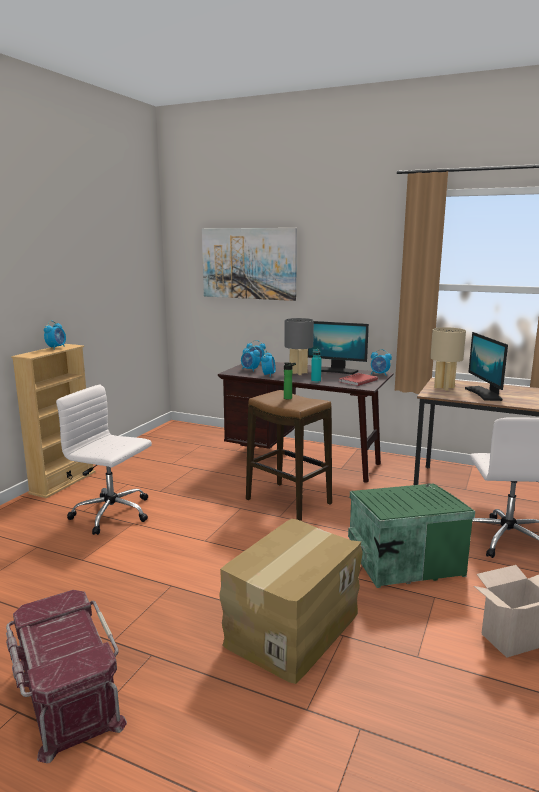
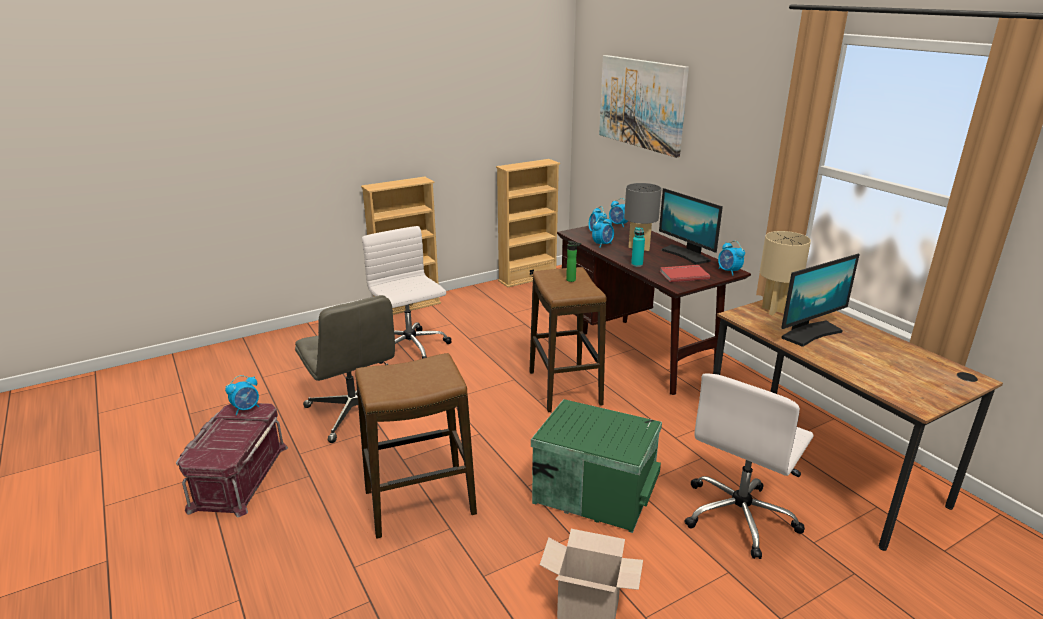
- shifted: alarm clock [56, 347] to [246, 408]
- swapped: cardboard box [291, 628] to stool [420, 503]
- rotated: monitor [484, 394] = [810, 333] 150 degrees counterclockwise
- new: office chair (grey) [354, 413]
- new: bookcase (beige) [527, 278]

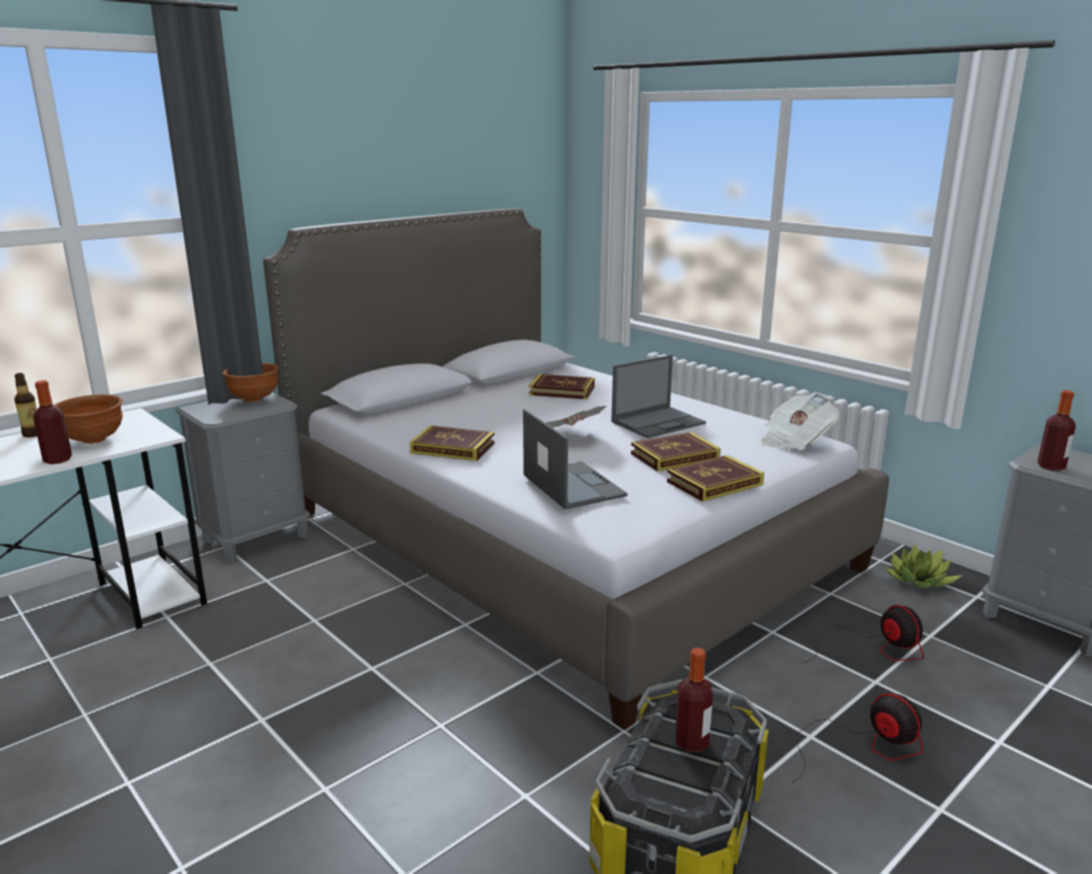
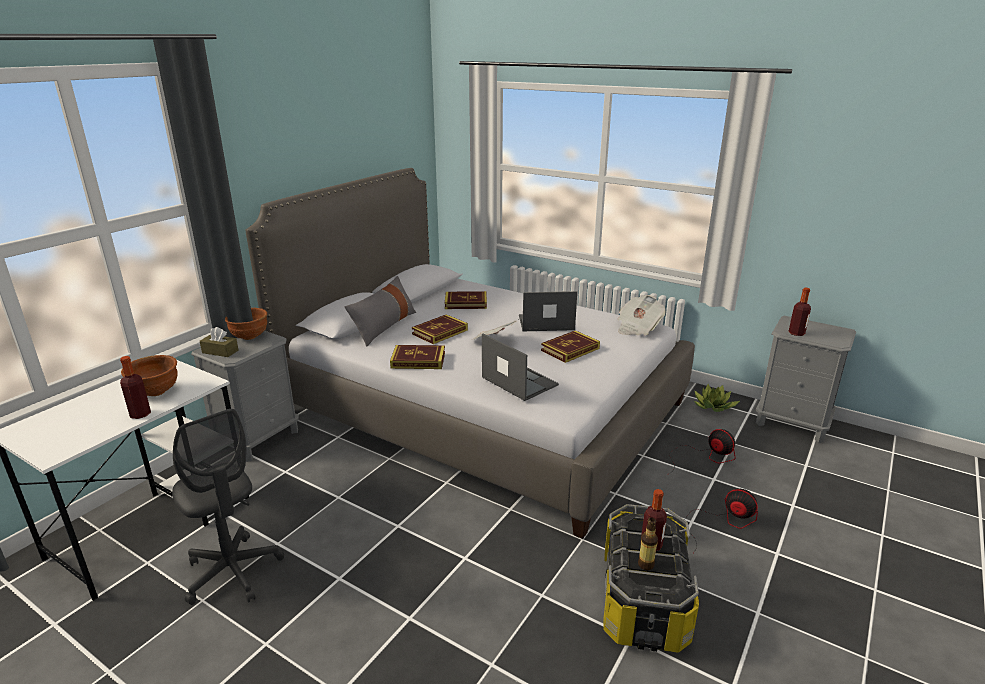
- shifted: bottle [32, 434] to [646, 564]
- rotated: laptop [658, 422] = [545, 323] 135 degrees counterclockwise
- shifted: book [714, 483] to [440, 332]
- new: office chair (grey) [233, 572]
- new: tissue box (brown) [220, 351]
- new: pillow (grey) [384, 326]

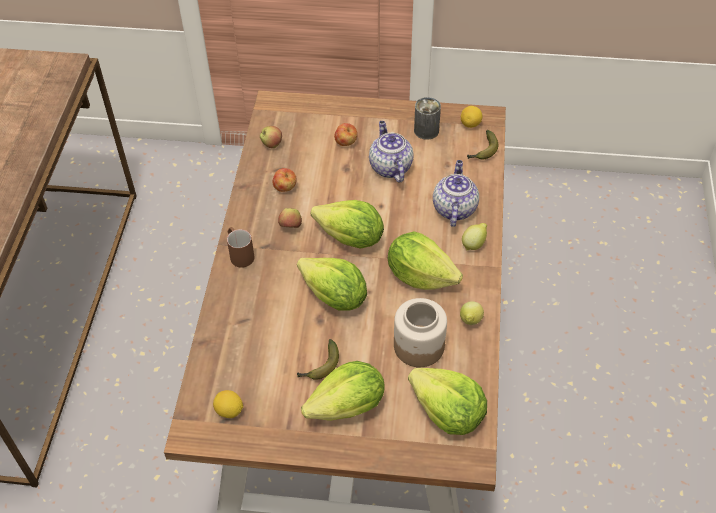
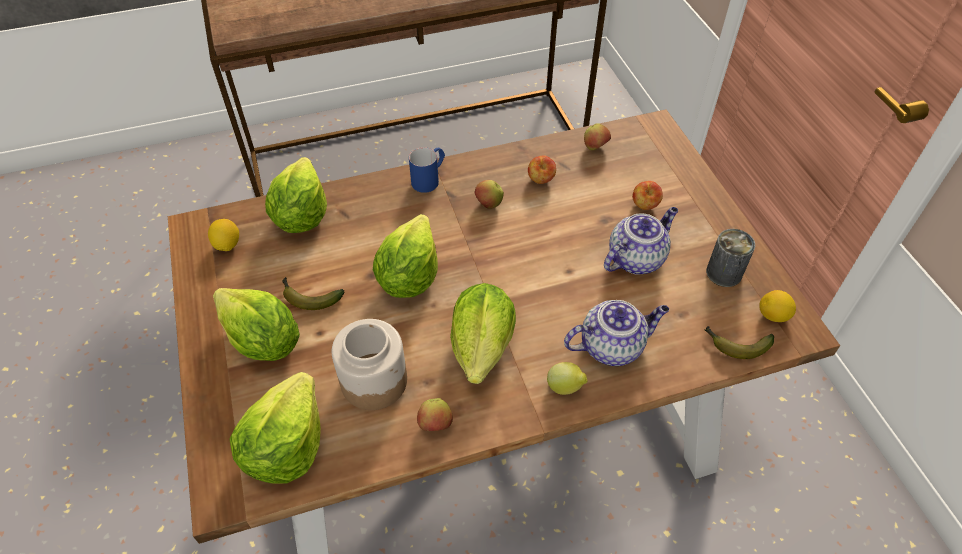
- repainted: mug (brown) [239, 253] to mug (blue) [429, 179]
- shifted: lettuce [351, 239] to [301, 216]
- swapped: lemon [470, 322] to apple [435, 425]

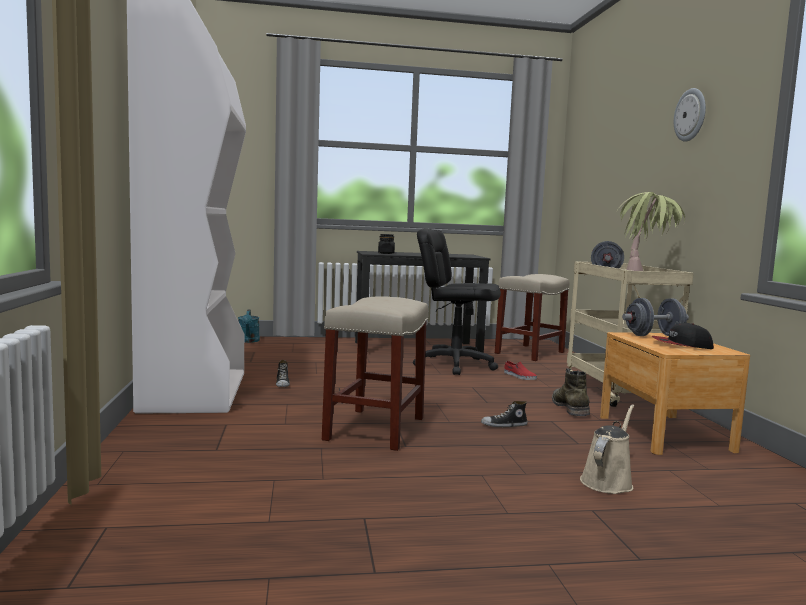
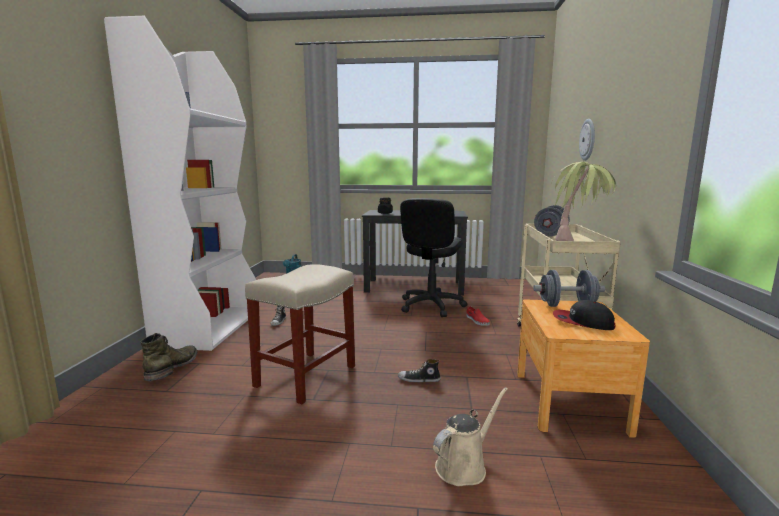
- rotated: office chair (black) [455, 365] = [431, 306] 105 degrees counterclockwise
- gone: stool (beige) [529, 353]
- shifted: boot (green) [570, 408] to [173, 367]
- shifted: wall clock [690, 115] to [588, 139]

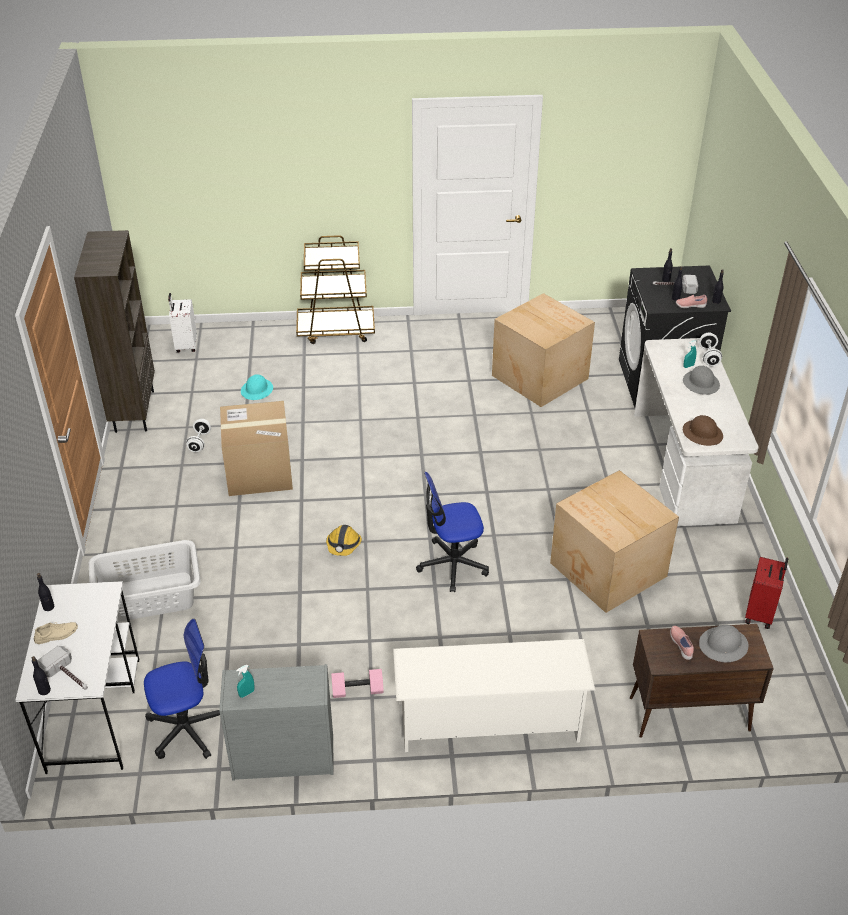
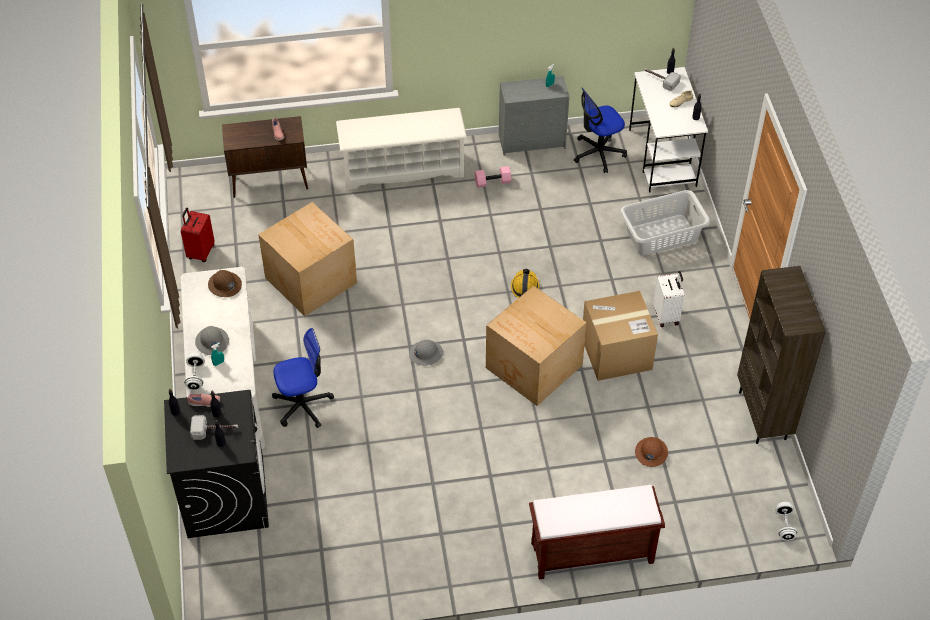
- shifted: suitcase (white) [185, 346] to [666, 315]
- shifted: dumbbell (white) [199, 442] to [784, 525]
- repainted: hard hat (turquoise) [257, 390] to hard hat (brown) [651, 452]
- swapped: cart (brown) [336, 330] to bench (brown) [591, 553]
- shifted: office chair [452, 564] to [302, 405]
- shifted: cardboard box [540, 376] to [534, 368]
- shifted: hard hat (grey) [723, 645] to [425, 353]

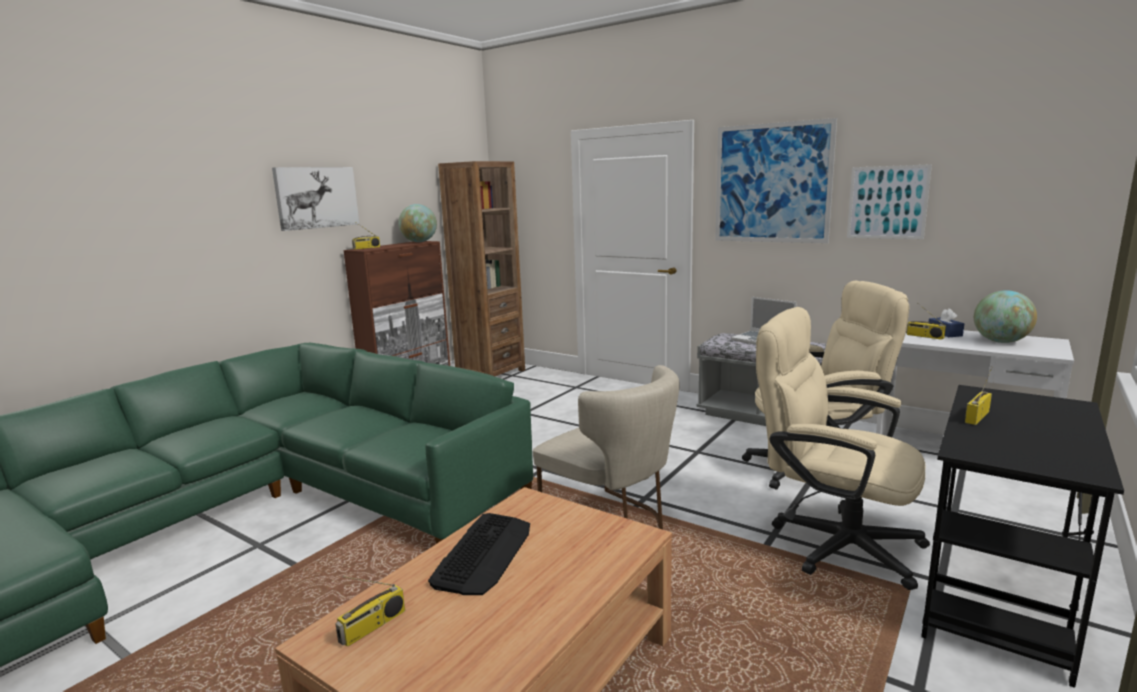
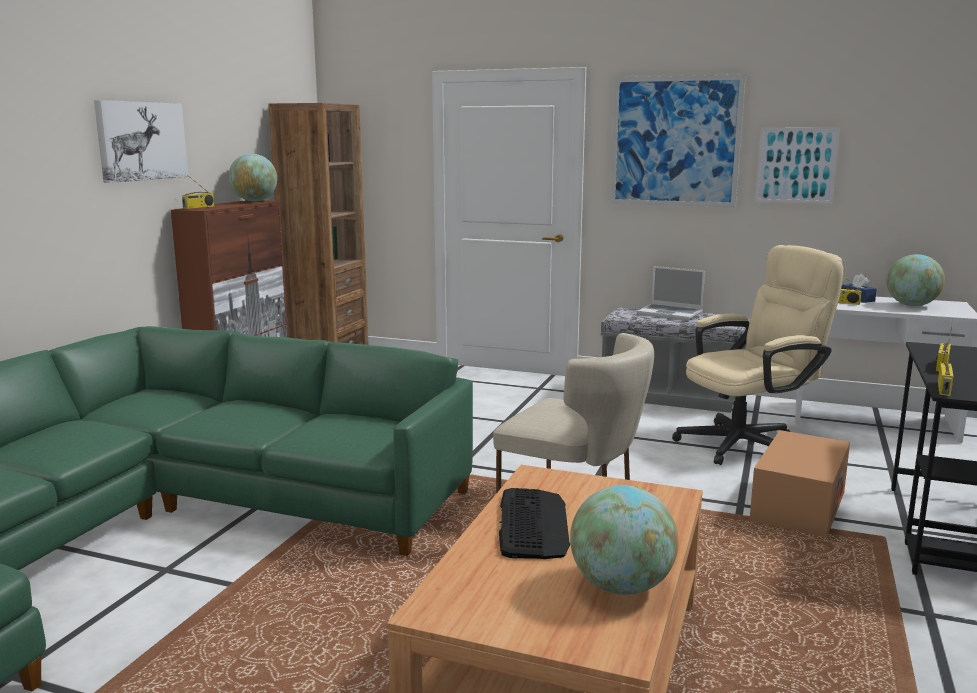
- shifted: radio [372, 627] to [944, 389]
- swapped: office chair (beige) [832, 542] to cardboard box [798, 506]
- new: globe [621, 586]

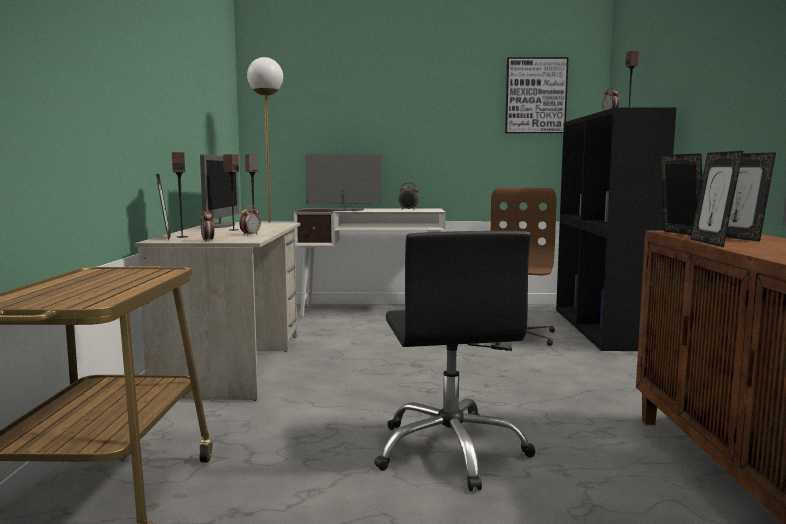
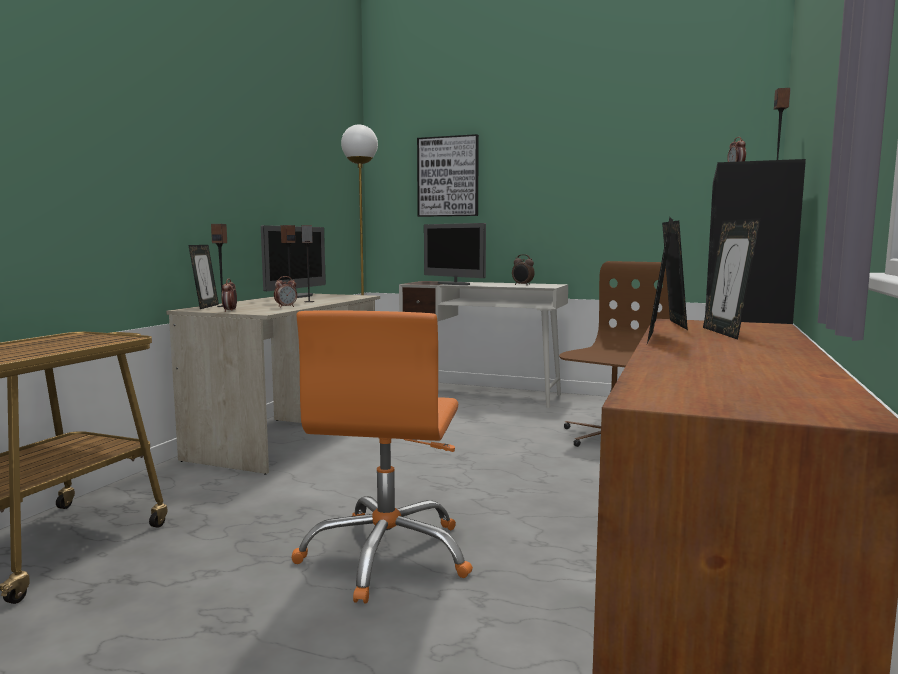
- rotated: monitor [345, 210] = [453, 284] 135 degrees counterclockwise
- repainted: office chair (black) [451, 451] to office chair (orange) [387, 555]
- shifted: picture [535, 96] to [448, 176]

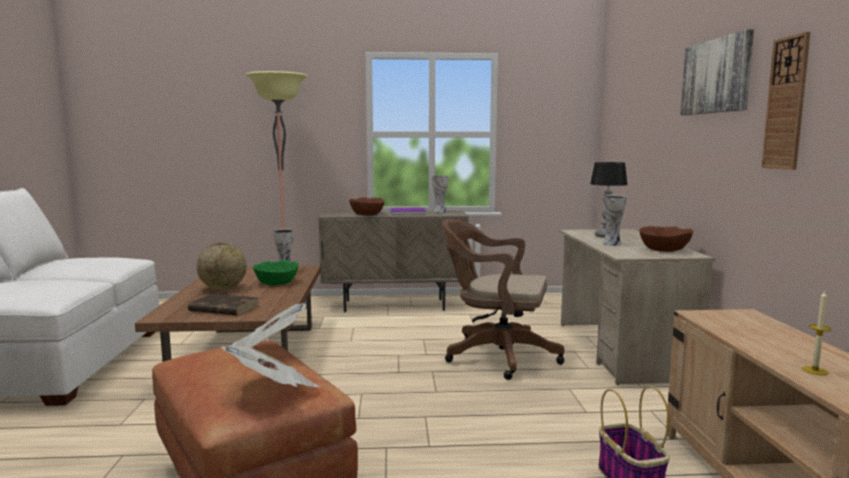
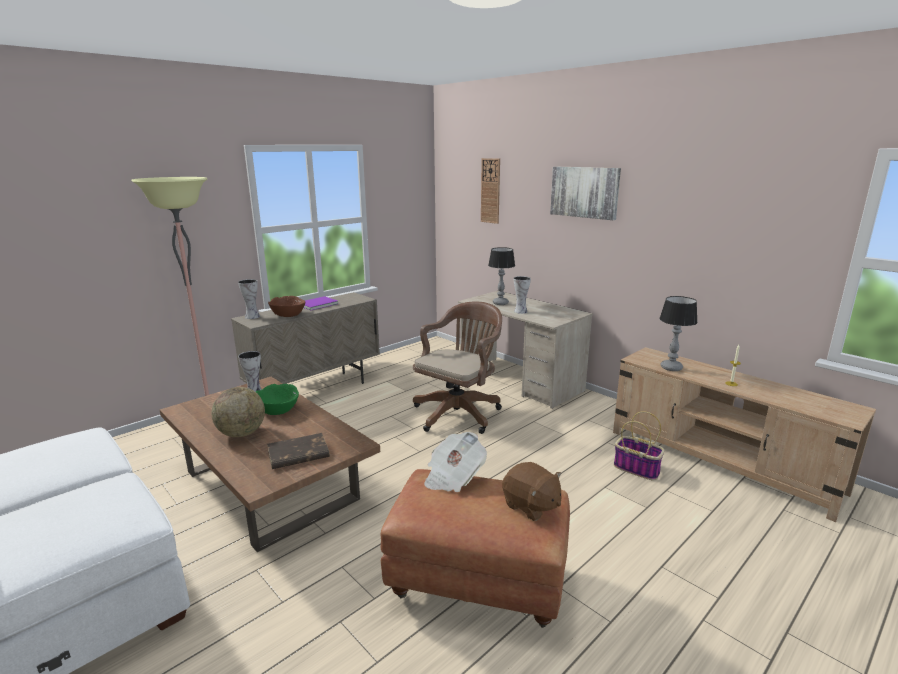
- swapped: newspaper [273, 389] to plush toy (brown) [531, 506]
- shifted: vase [439, 211] to [252, 316]
- rotated: office chair (brown) [496, 356] = [459, 412] 150 degrees clockwise
- gone: bowl (brown) [664, 250]
- shifted: wall clock [786, 103] to [490, 191]
- new: table lamp [671, 368]

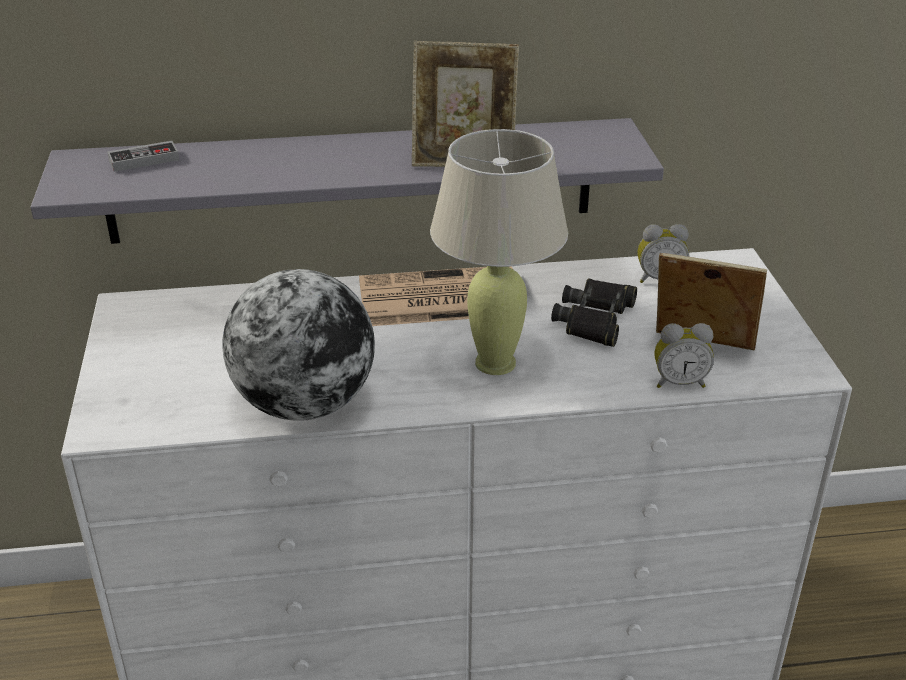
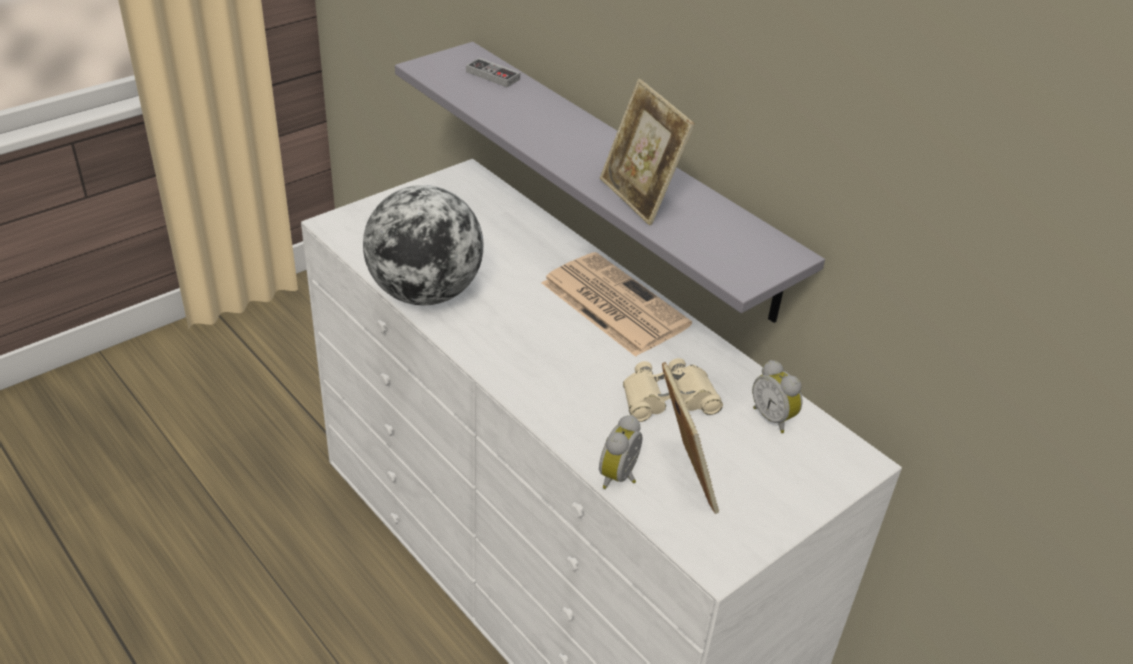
- gone: table lamp (beige) [496, 363]
- repainted: binoculars (black) [595, 319] to binoculars (beige) [668, 398]
- rotated: alarm clock [679, 382] = [621, 477] 60 degrees clockwise

